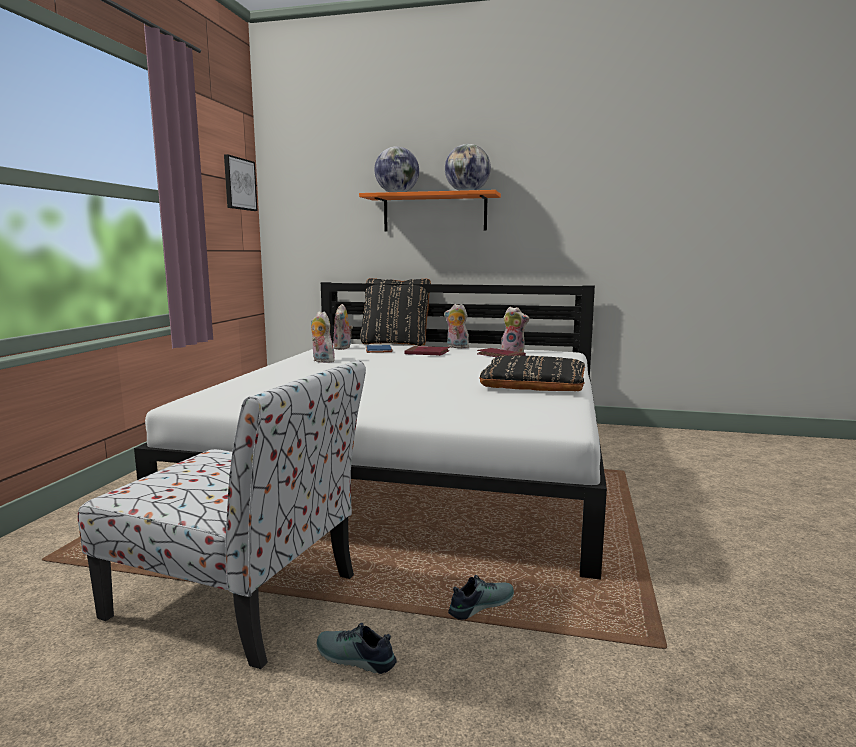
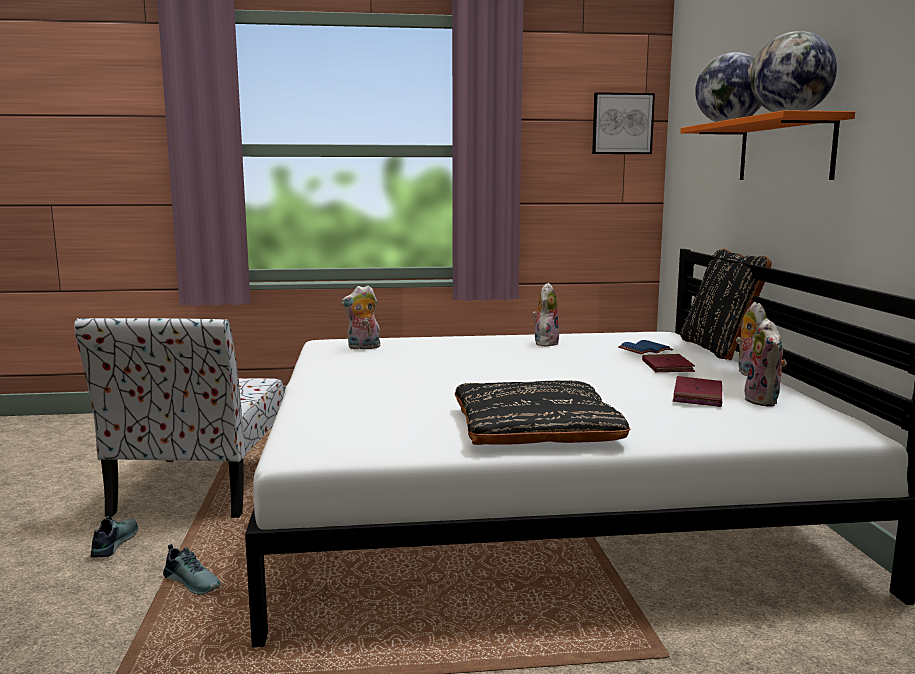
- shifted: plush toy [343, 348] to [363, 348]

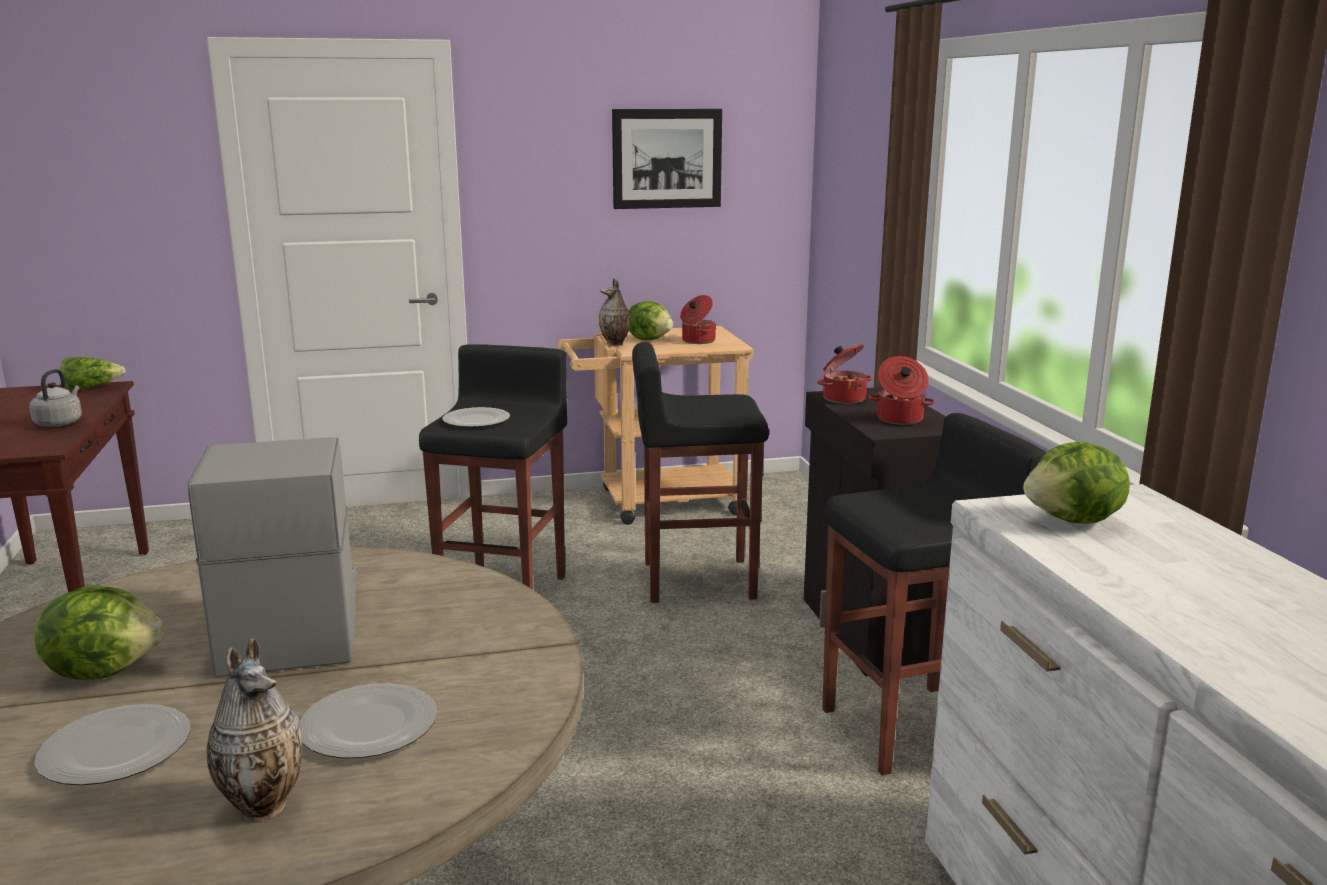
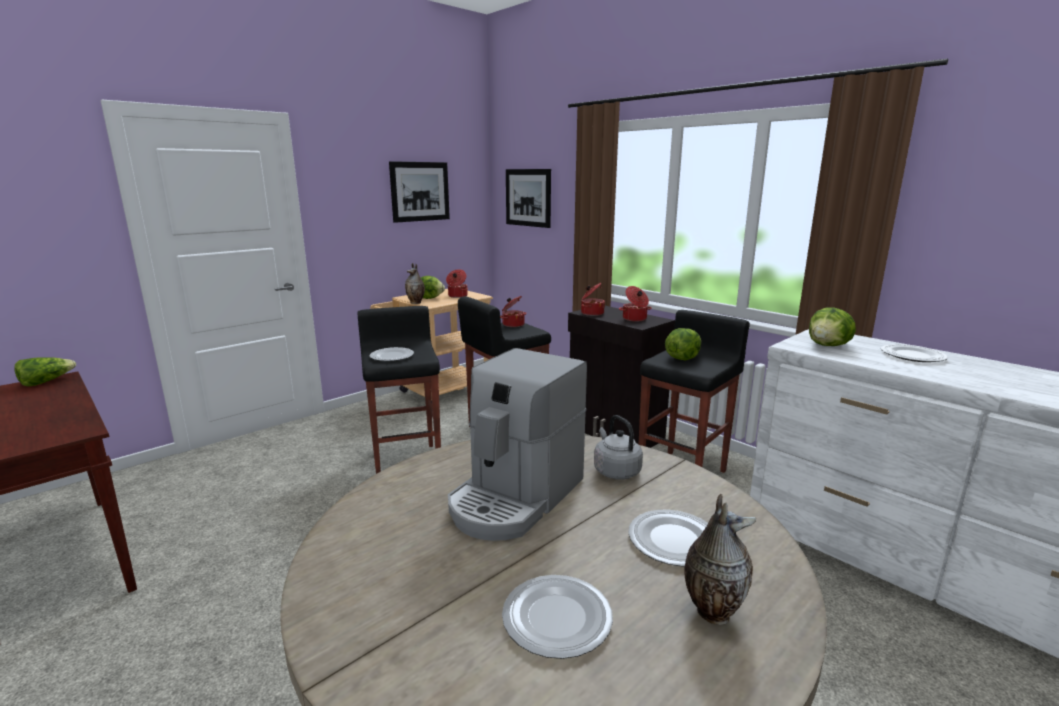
- shifted: kettle (grey) [60, 423] to [615, 470]
- shifted: lettuce [105, 670] to [682, 358]
- rotated: coffee machine [292, 624] = [515, 497] 105 degrees counterclockwise
- new: cooking pot [513, 324]
- new: picture [528, 197]
- new: plate [911, 356]

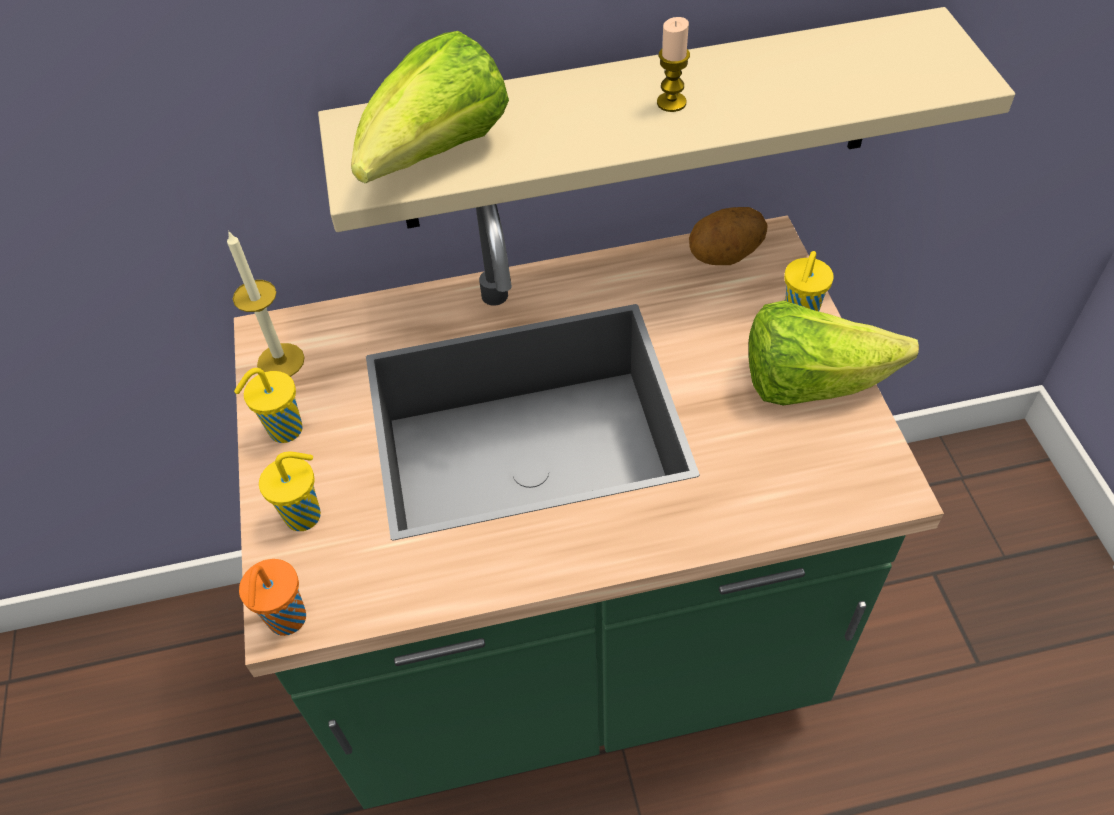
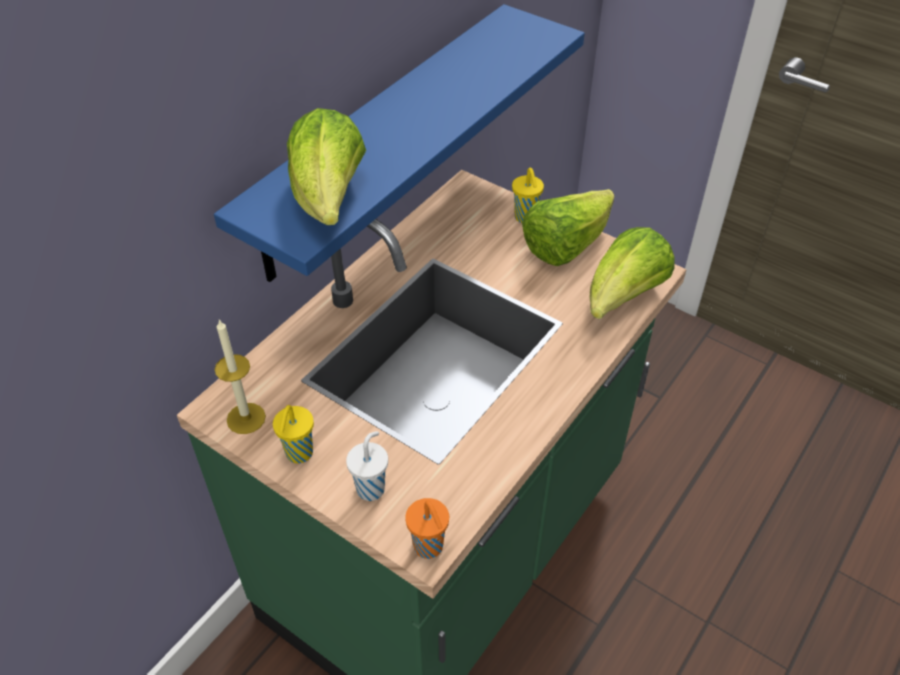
- repainted: cup (yellow) [305, 515] to cup (white) [371, 488]
- repainted: shelf (beige) [639, 124] to shelf (blue) [381, 142]
- gone: candle [671, 102]
- gone: potato [725, 257]
- new: lettuce [623, 298]

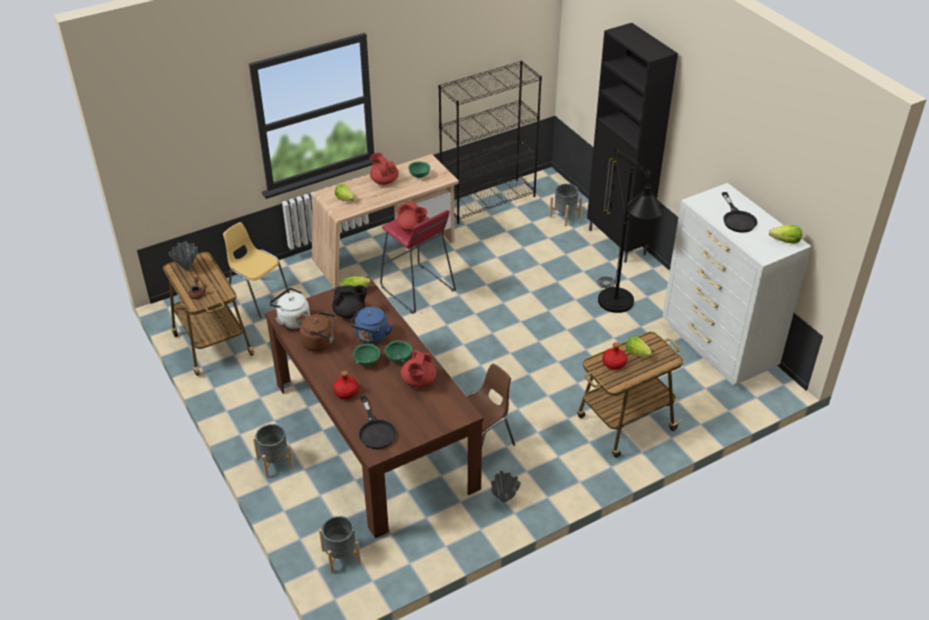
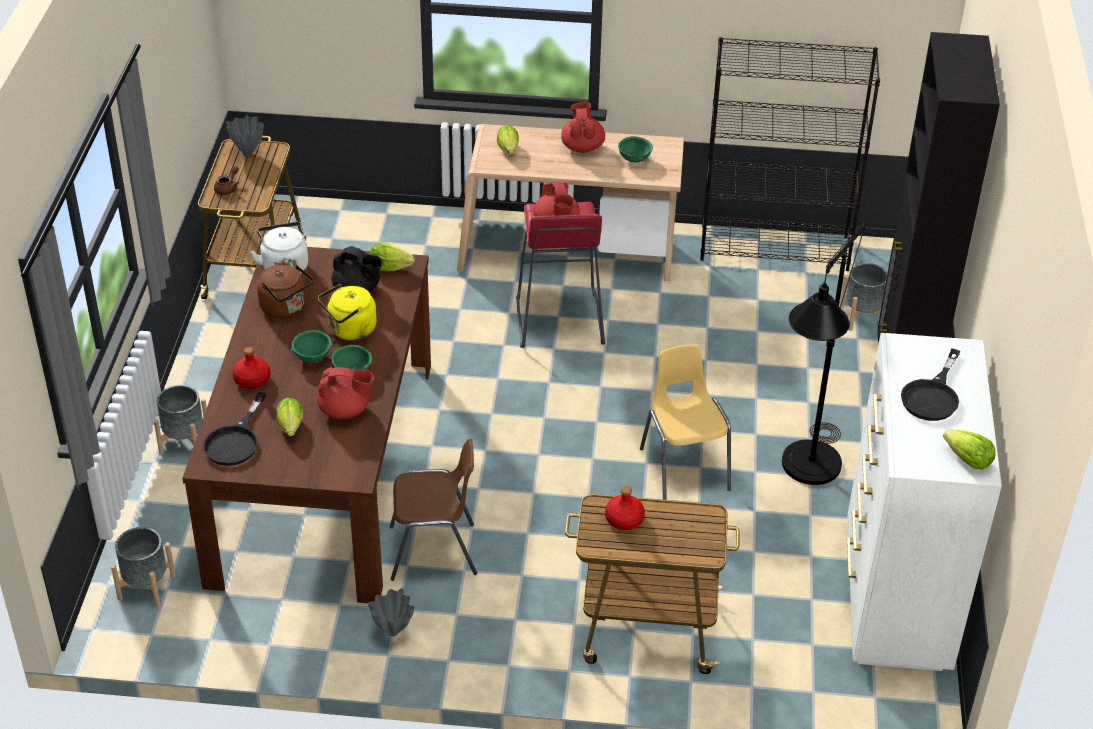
- shifted: chair (yellow) [258, 297] to [683, 468]
- repainted: kettle (blue) [371, 337] to kettle (yellow) [350, 330]
- rotated: teapot (red) [418, 381] = [345, 410] 135 degrees counterclockwise
- shifted: lettuce [639, 354] to [291, 428]

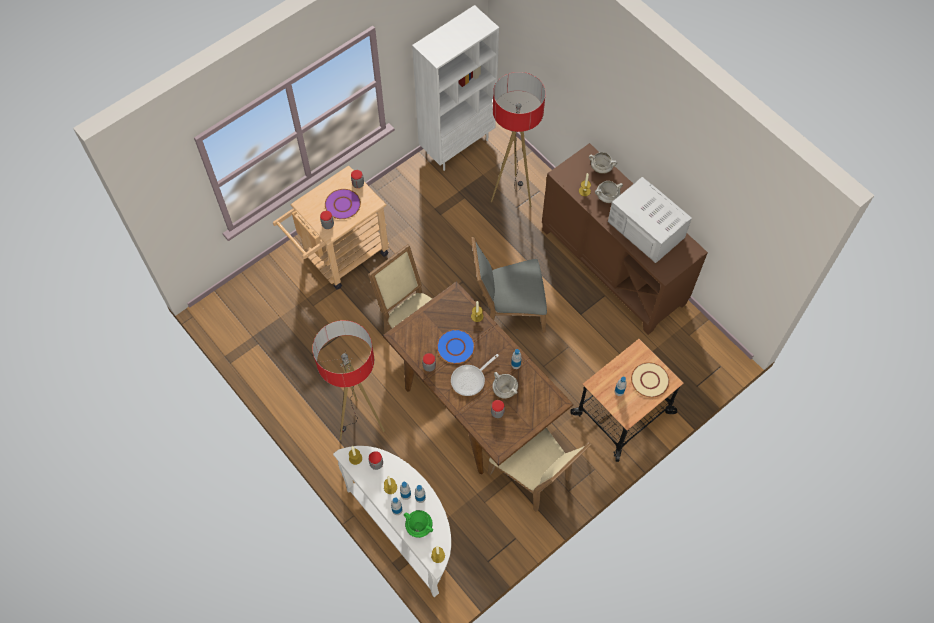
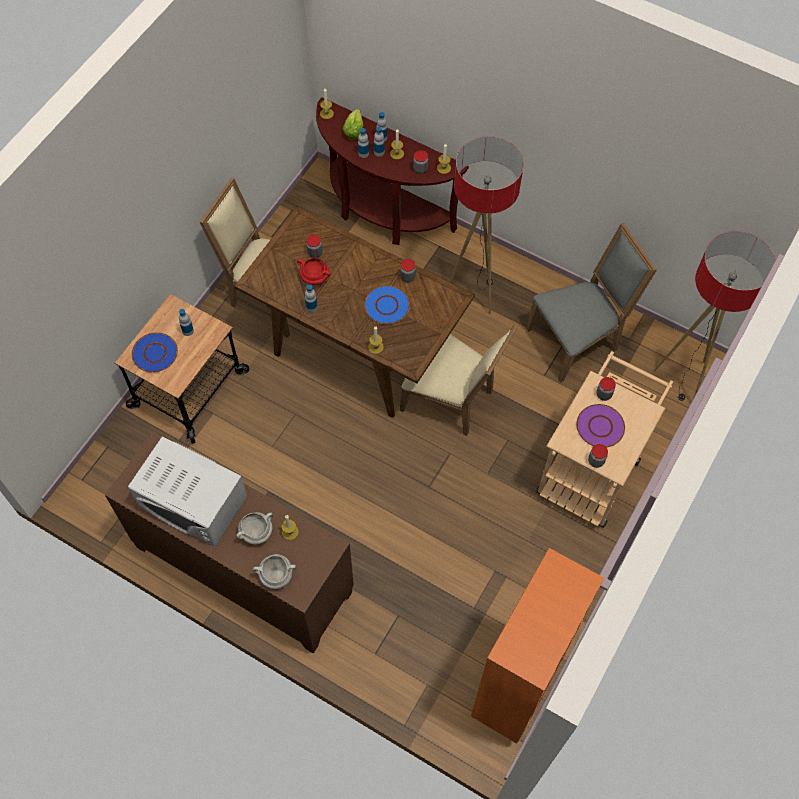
- repainted: console table (white) [406, 530] to console table (brown) [382, 212]
- swapped: cooking pot (green) [419, 526] to lettuce [354, 131]
- repainted: bookcase (white) [457, 145] to bookcase (orange) [517, 689]
- gone: frying pan [470, 379]
- shifted: chair (grey) [508, 310] to [577, 339]
- shifted: floor lamp [512, 194] to [683, 379]
- repainted: cooking pot (white) [504, 389] to cooking pot (red) [315, 277]
- repainted: plate (beige) [649, 380] to plate (blue) [155, 353]

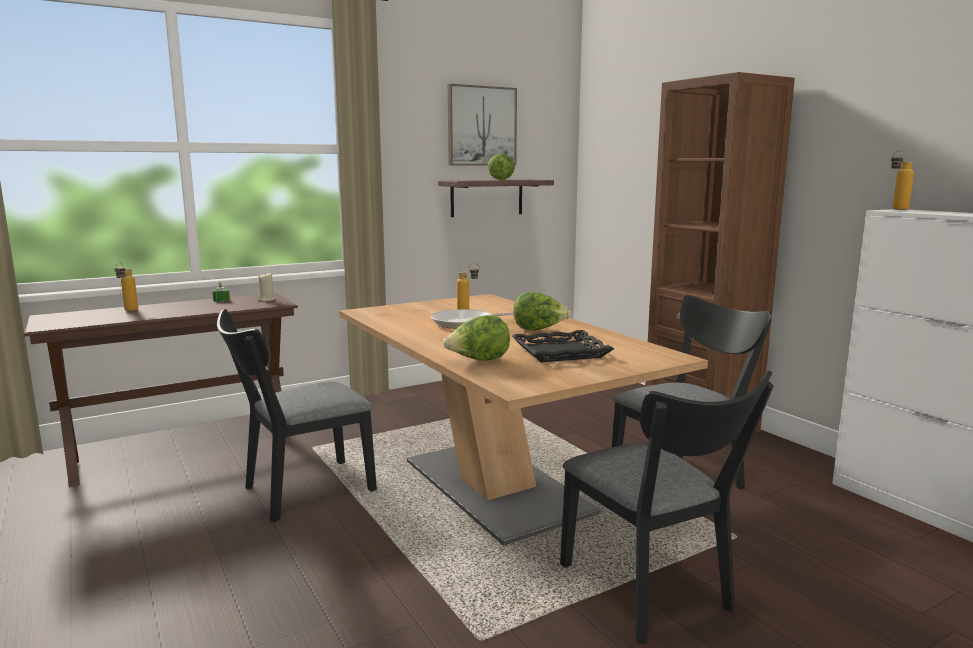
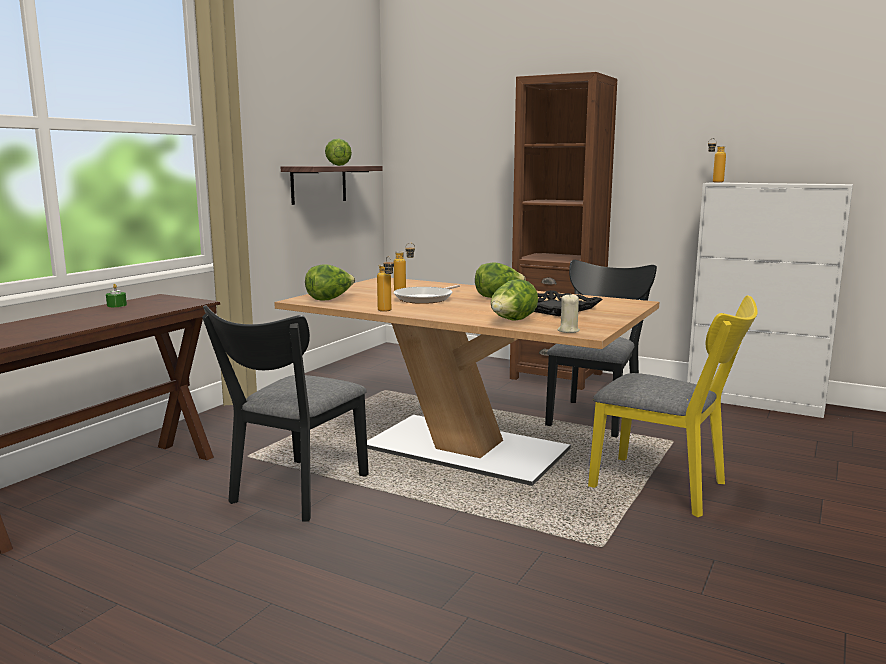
- shifted: bottle [128, 311] to [386, 311]
- shifted: candle (beige) [267, 300] to [568, 330]
- gone: picture [481, 126]
- repainted: chair (black) [651, 594] to chair (yellow) [667, 488]
- new: lettuce [330, 299]

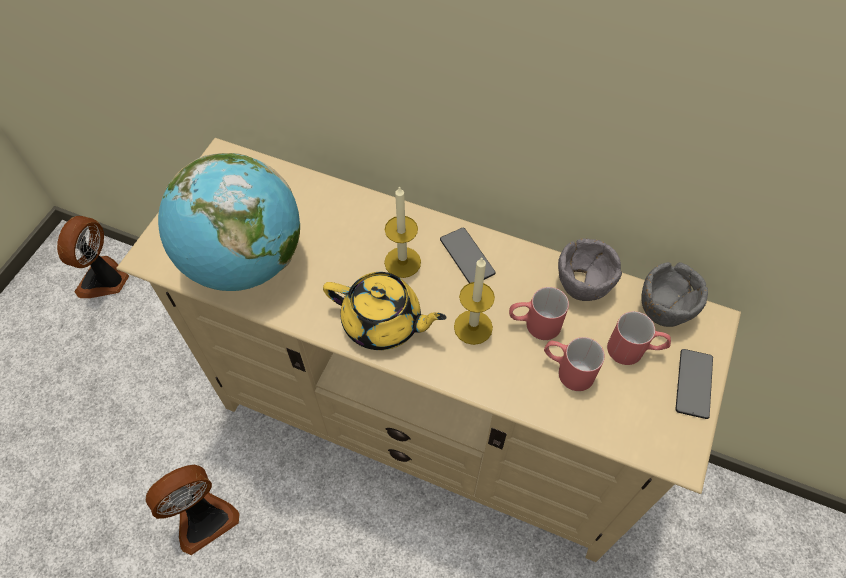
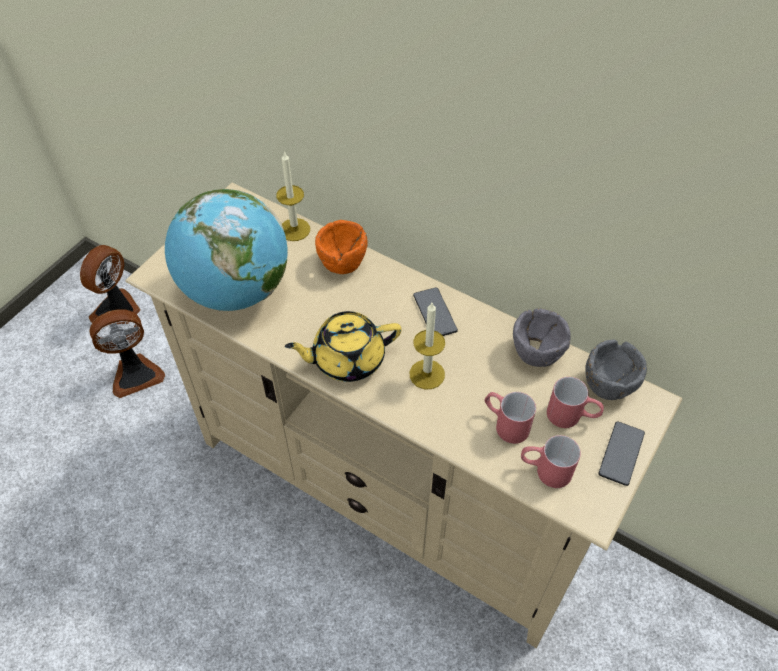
- shifted: fan [203, 517] to [135, 373]
- rotated: teapot (yellow) [383, 322] = [347, 358] 135 degrees clockwise
- shifted: candle [402, 262] to [294, 229]
- shifted: mug (red) [534, 324] to [544, 470]
- new: bowl (orange) [342, 261]

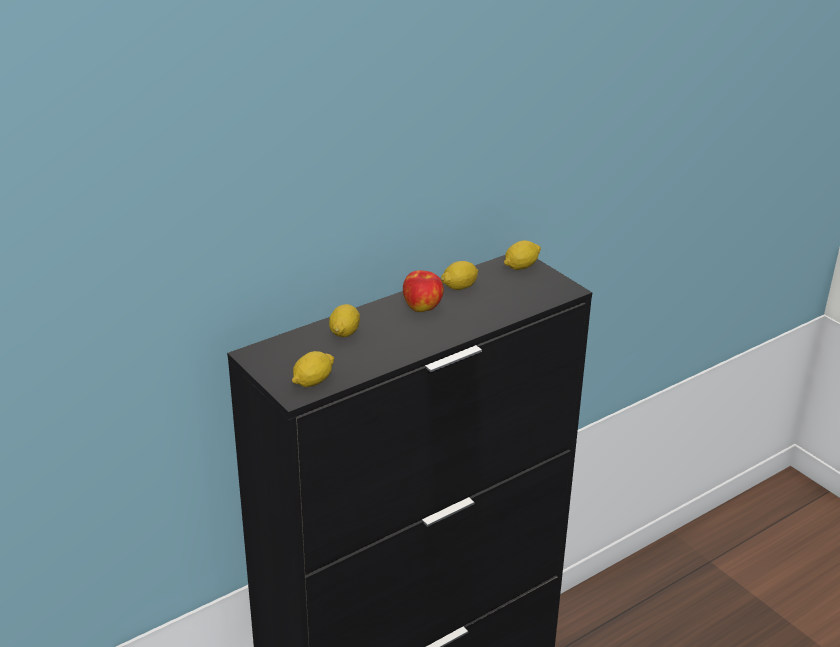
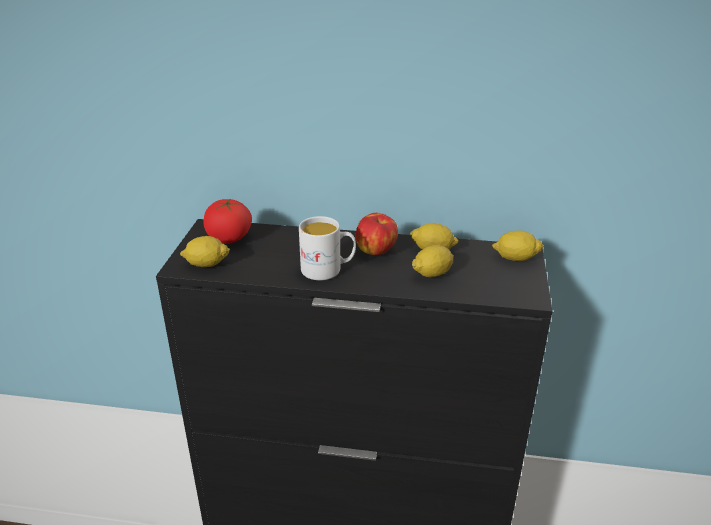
- shifted: lemon [344, 332] to [432, 273]
- new: tomato [229, 238]
- new: mug (white) [328, 270]

